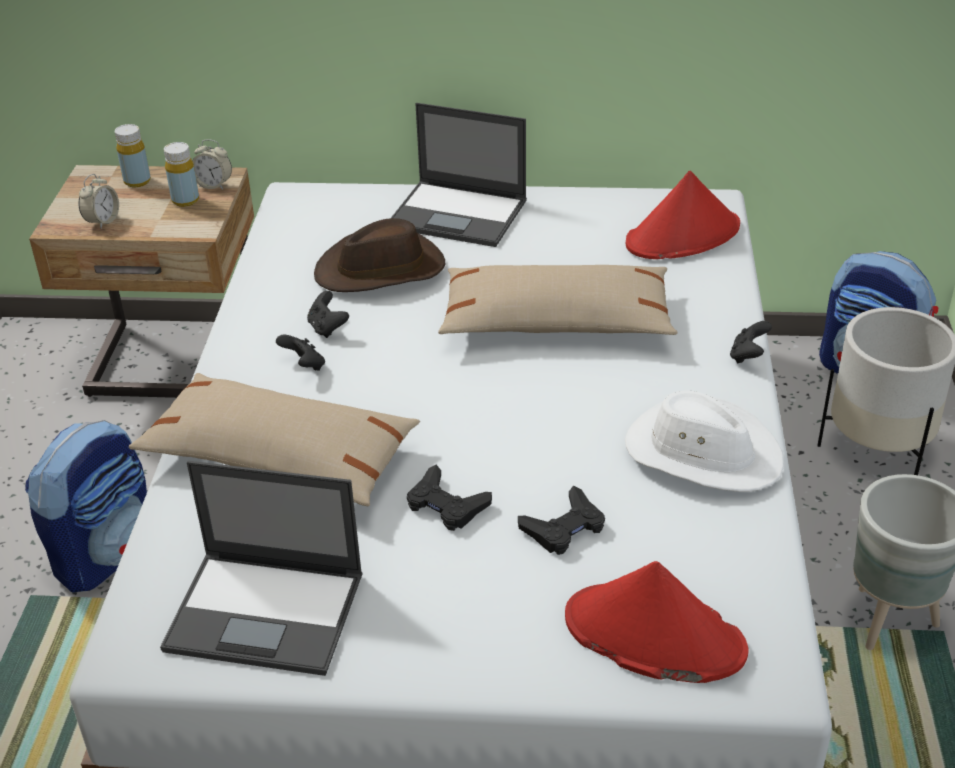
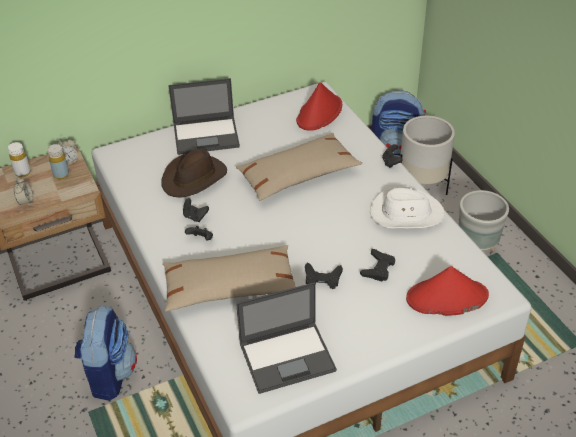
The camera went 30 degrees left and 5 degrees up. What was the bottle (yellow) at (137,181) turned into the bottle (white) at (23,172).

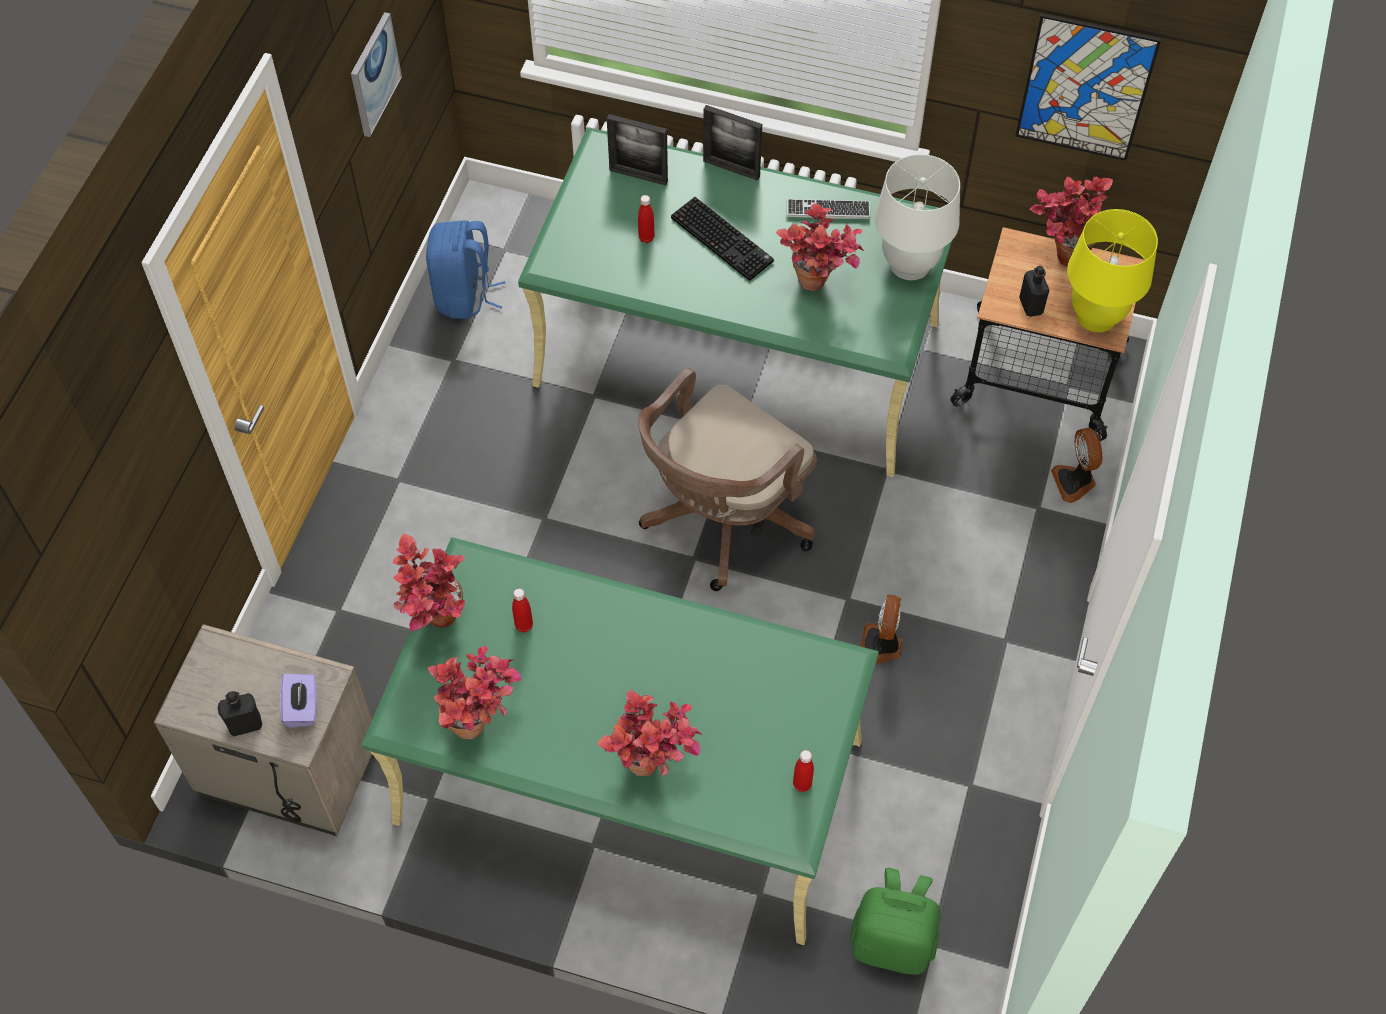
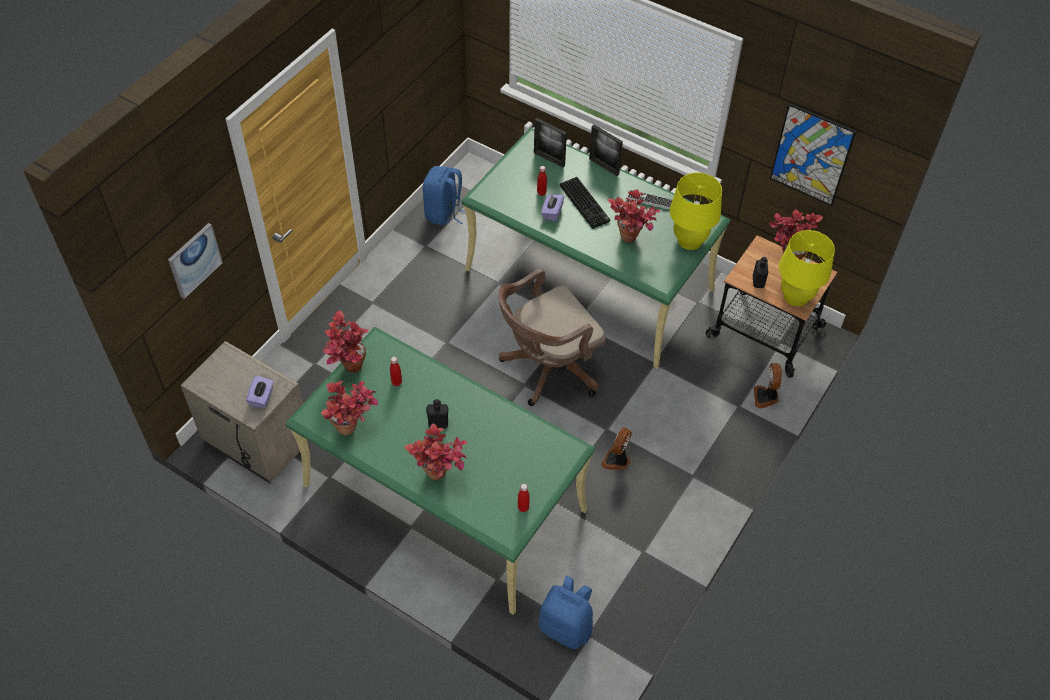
The camera went 15 degrees right and 5 degrees down. The picture ended up elsewhere, having gone from (374,74) to (194,260). What was the table lamp (white) at (910,264) turned into the table lamp (yellow) at (689,240). The bottle (black) ended up elsewhere, having gone from (245,725) to (438,424). What was the backpack (green) at (893,941) turned into the backpack (blue) at (566,627). The second view gained the tissue box (purple) at (552,213).

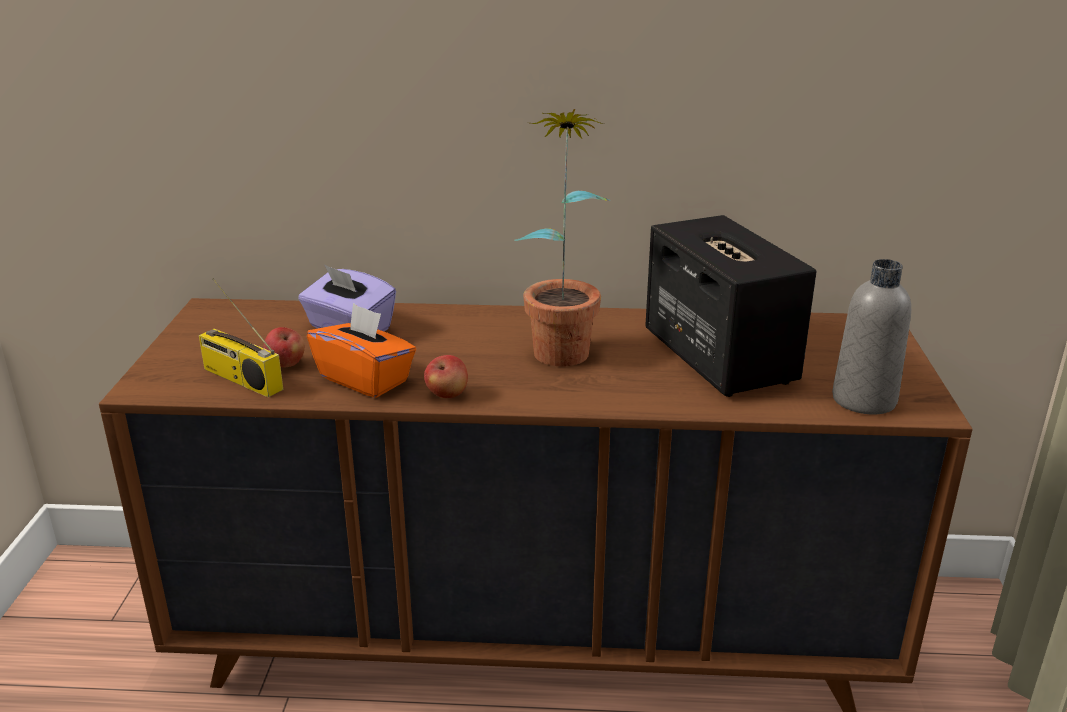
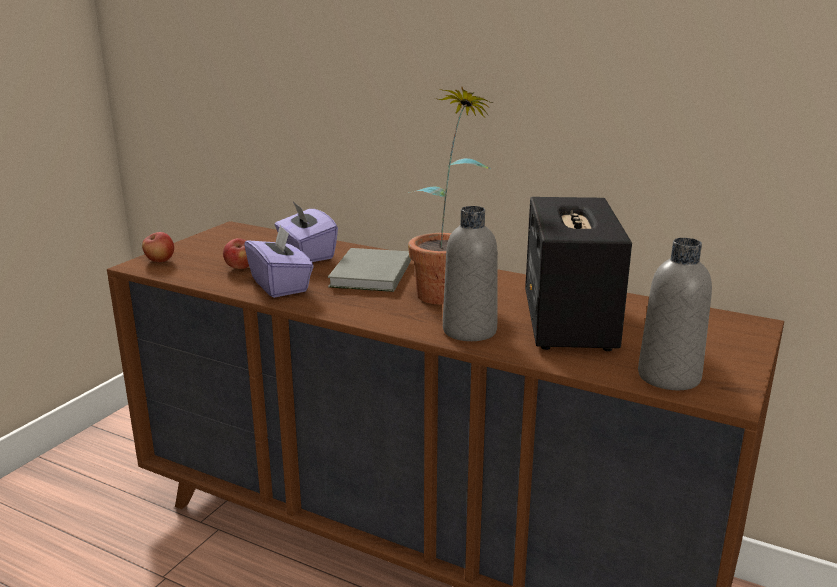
The camera went 25 degrees right and 5 degrees down. The second view lost the radio at (240,379). What was the tissue box (orange) at (365,379) turned into the tissue box (purple) at (280,285). The apple ended up elsewhere, having gone from (447,394) to (160,260). The second view gained the bottle (grey) at (469,331). The second view gained the book (grey) at (369,274).

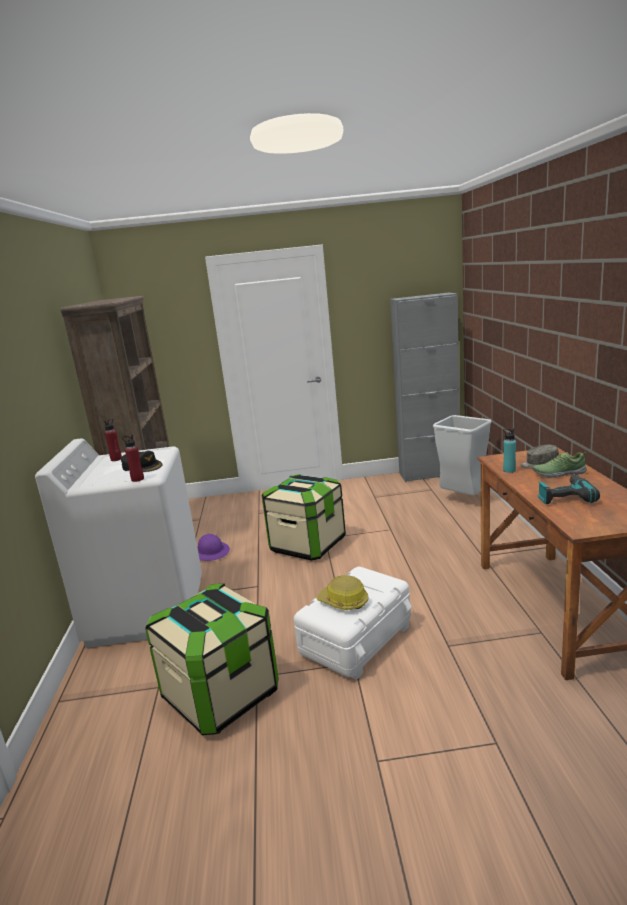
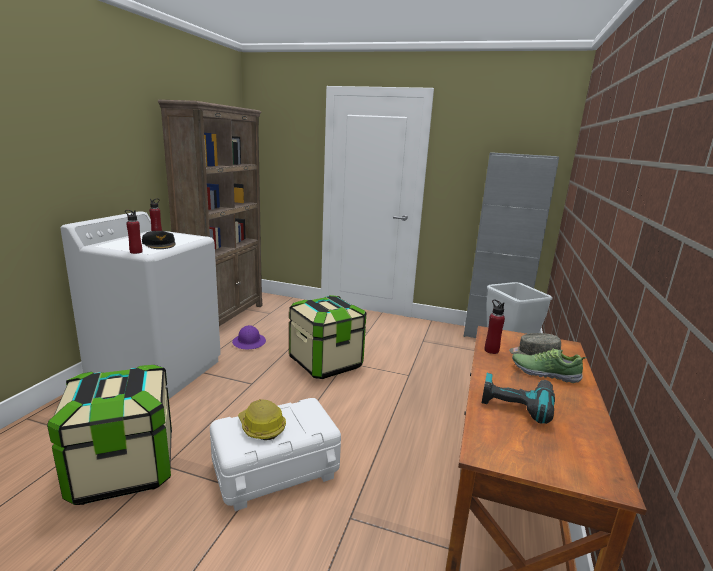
The camera went 20 degrees right and 0 degrees up. What was the bottle (turquoise) at (509,470) turned into the bottle (red) at (491,350).

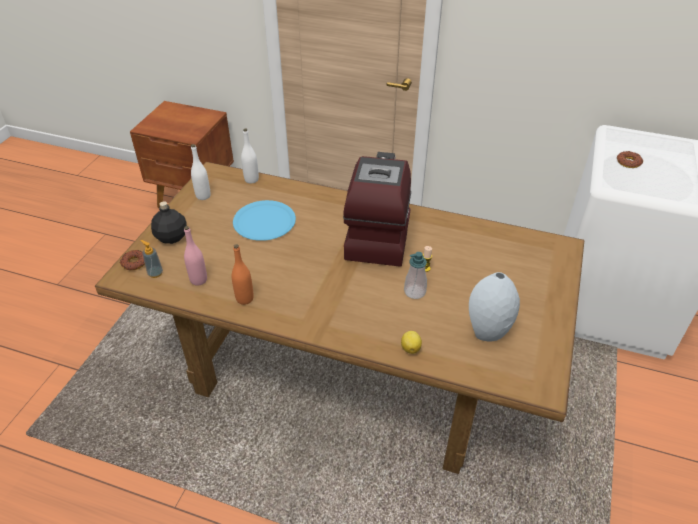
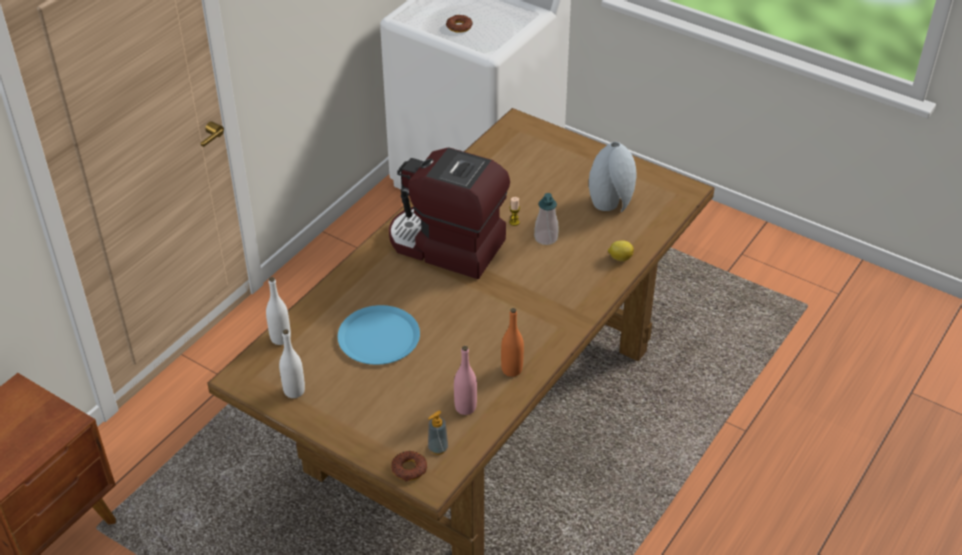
The camera went 75 degrees left and 0 degrees up. The second view lost the bottle (black) at (172,237).

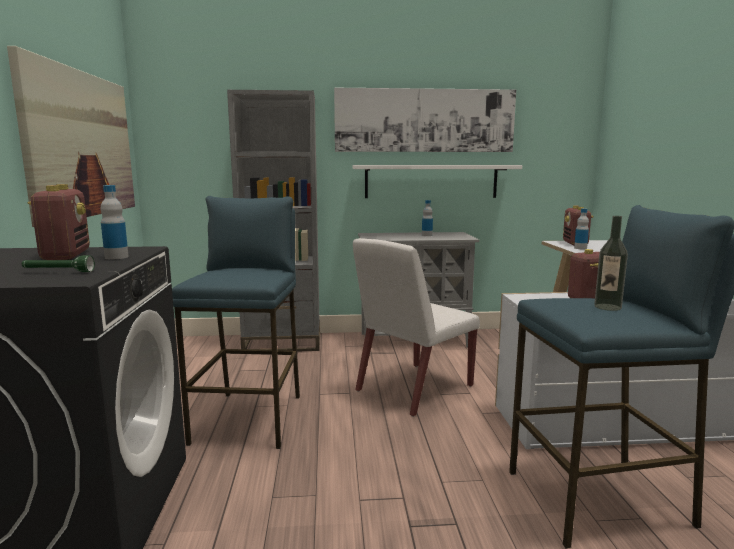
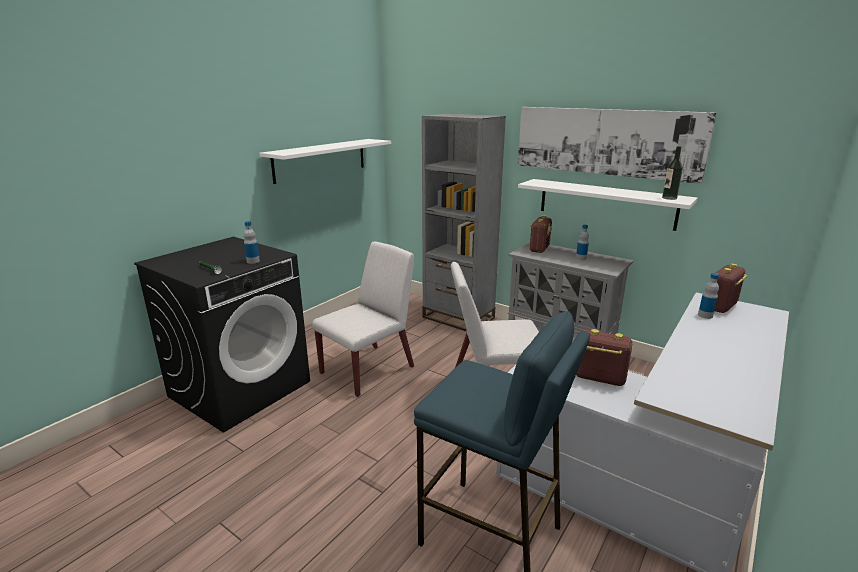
The camera went 40 degrees right and 10 degrees up. Where the picture hung at (82,144), the shelf (white) came to hang at (321,160). The radio ended up elsewhere, having gone from (66,256) to (539,249). Where the stool (blue) stood at (250,418), the chair (white) came to stand at (368,369). The bottle ended up elsewhere, having gone from (607,307) to (669,198).

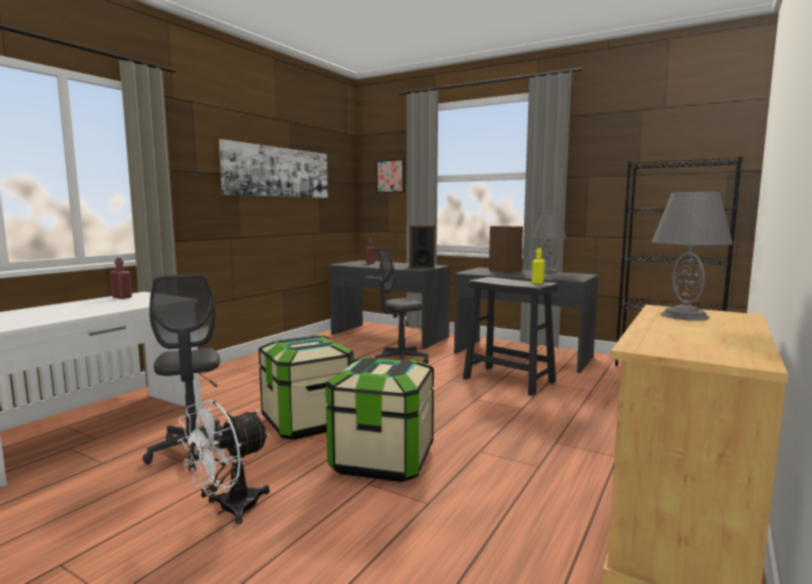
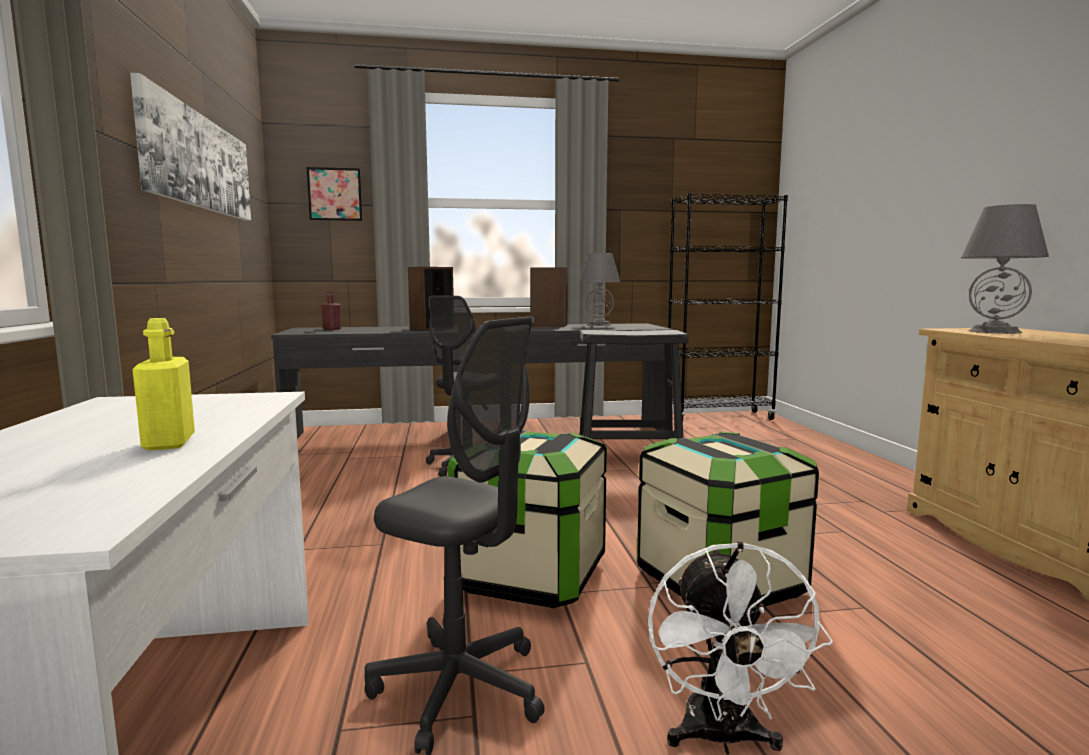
The camera went 40 degrees left and 0 degrees up. The bottle (yellow) ended up elsewhere, having gone from (537,283) to (169,443). The second view lost the bottle (red) at (122,297).

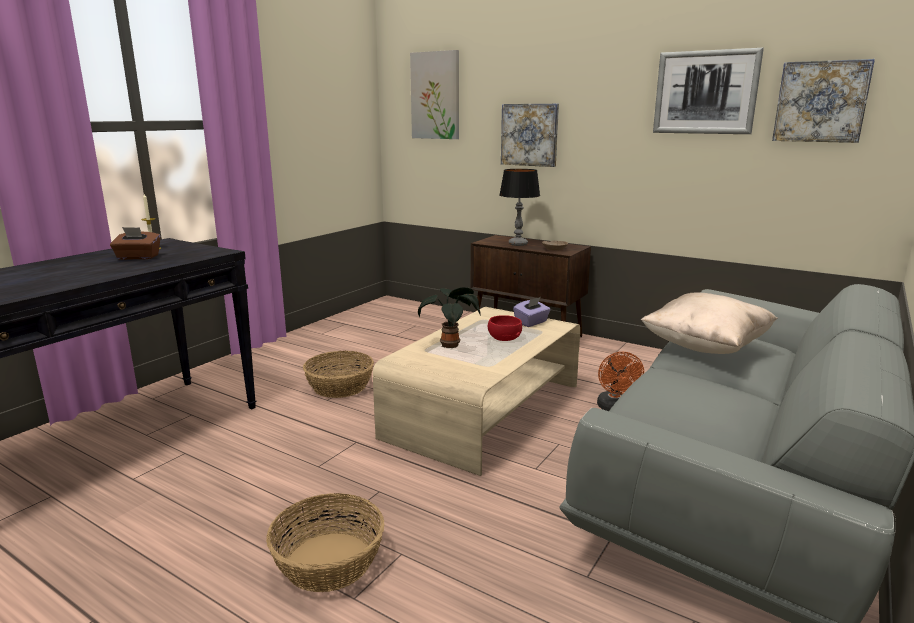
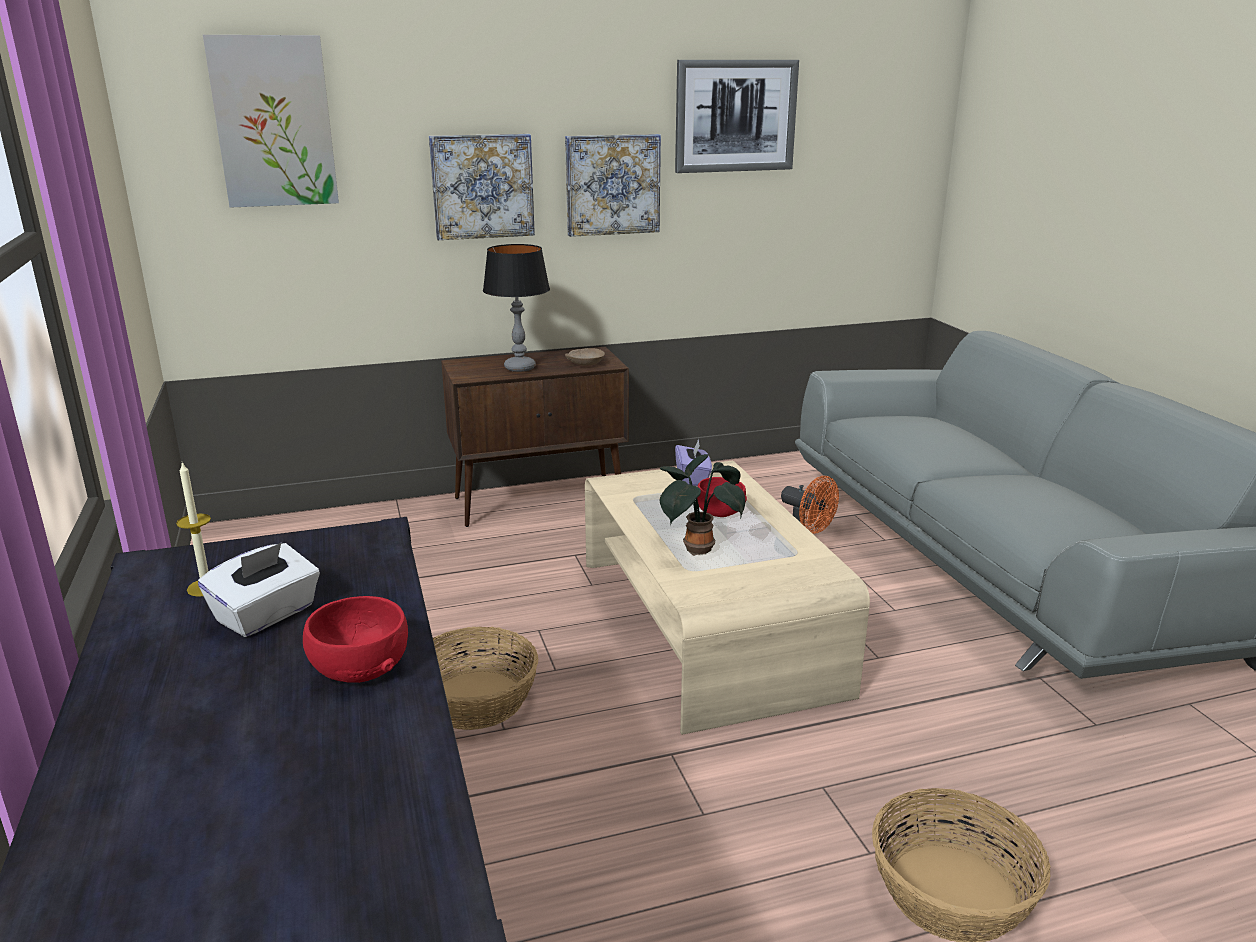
The camera went 50 degrees left and 5 degrees up. The picture ended up elsewhere, having gone from (821,102) to (612,184). What was the tissue box (brown) at (138,257) turned into the tissue box (white) at (267,615). The second view lost the pillow (beige) at (705,347). The second view gained the bowl (red) at (359,667).

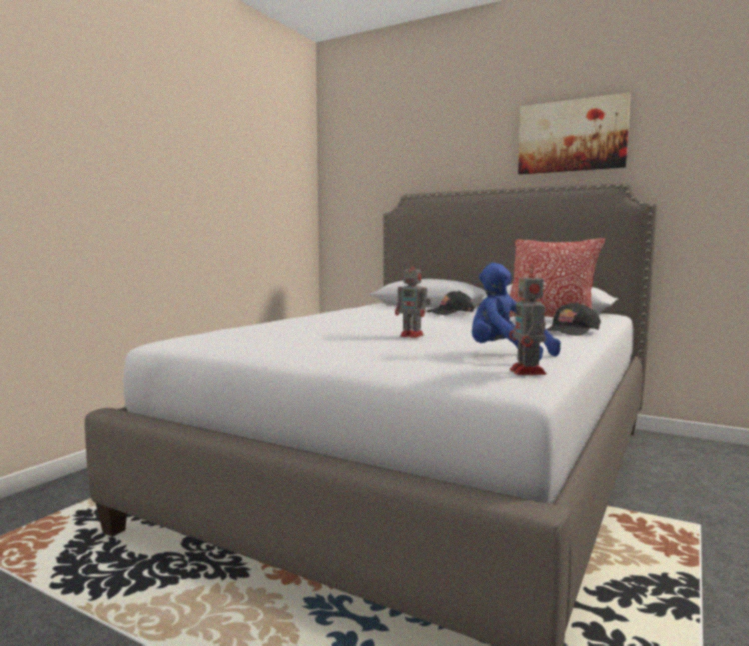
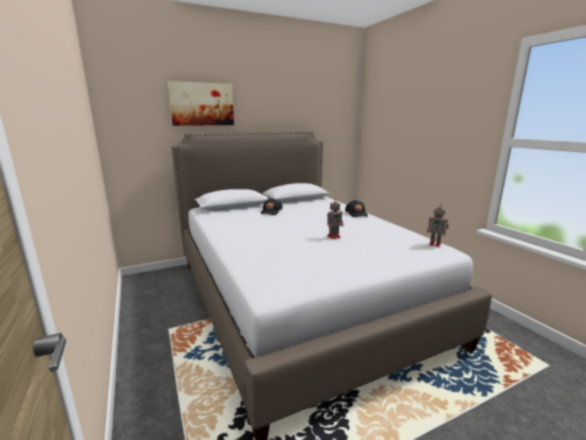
The camera went 55 degrees left and 10 degrees up. The picture ended up elsewhere, having gone from (572,136) to (202,104). The second view lost the pillow at (550,319). The second view lost the plush toy (blue) at (506,356).

